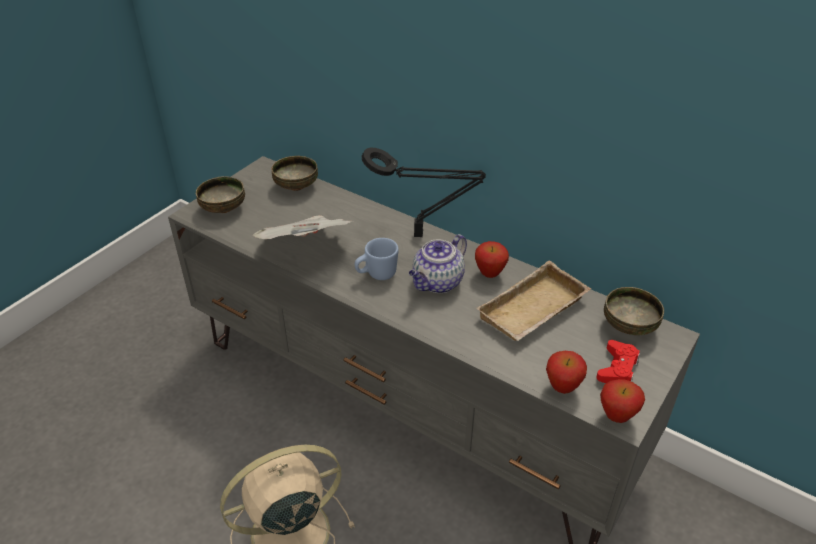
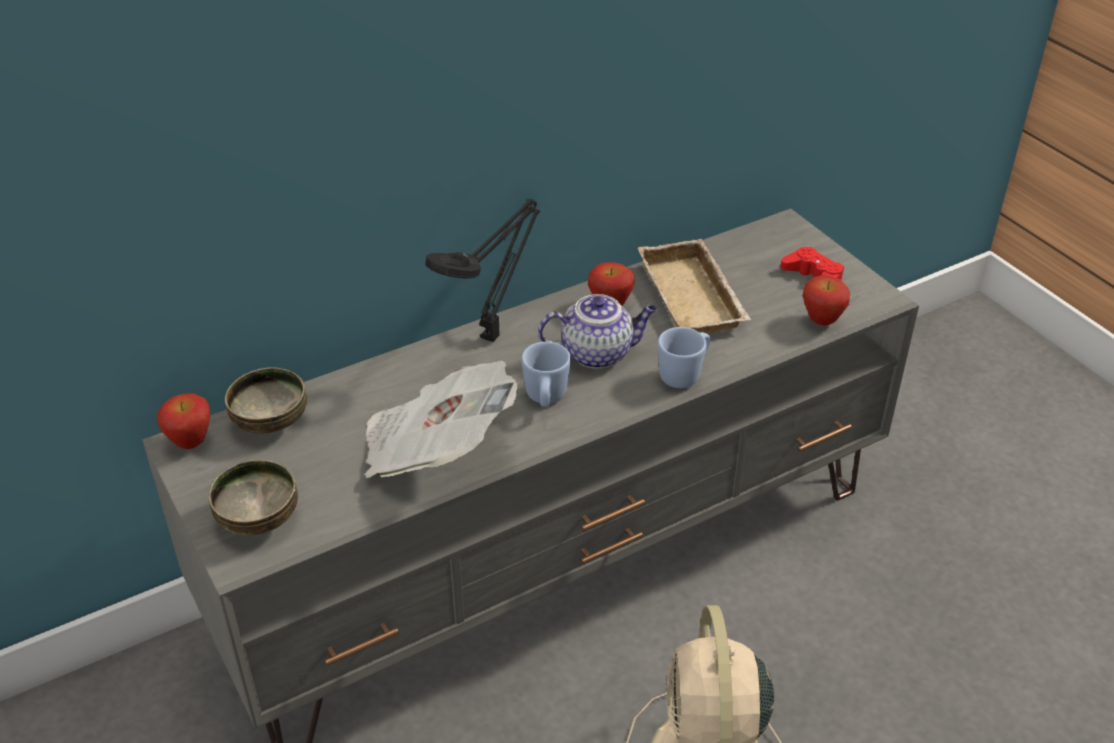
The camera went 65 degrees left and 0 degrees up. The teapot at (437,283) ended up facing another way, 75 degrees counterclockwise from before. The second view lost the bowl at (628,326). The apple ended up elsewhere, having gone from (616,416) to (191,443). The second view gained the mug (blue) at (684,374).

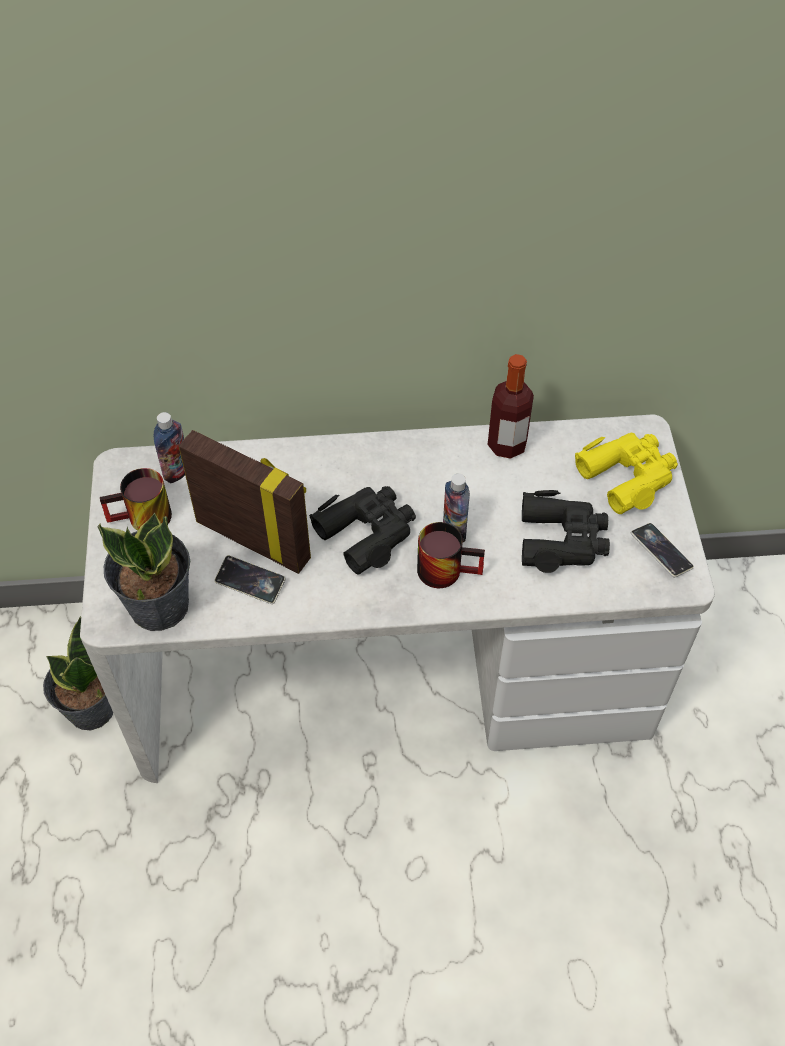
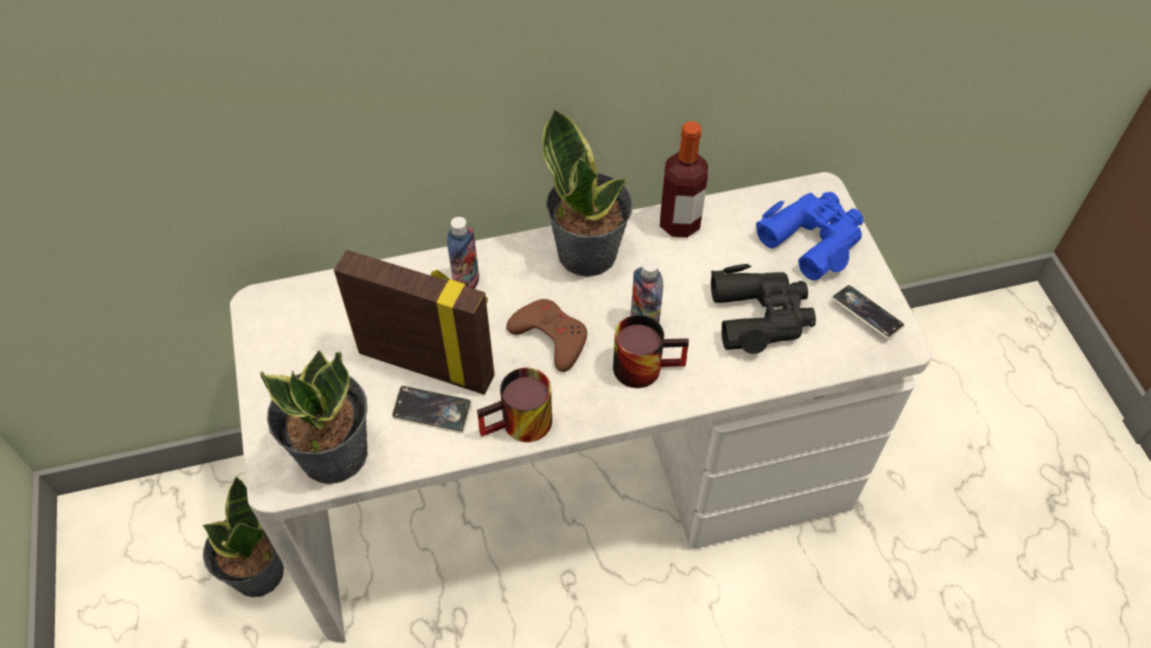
The camera went 10 degrees left and 0 degrees up. The bottle ended up elsewhere, having gone from (177,471) to (466,282). What was the binoculars (yellow) at (628,475) turned into the binoculars (blue) at (813,238). The mug ended up elsewhere, having gone from (143,520) to (520,427). Where the binoculars (black) stood at (367,531), the game controller (brown) came to stand at (550,337). The second view gained the potted plant at (588,252).

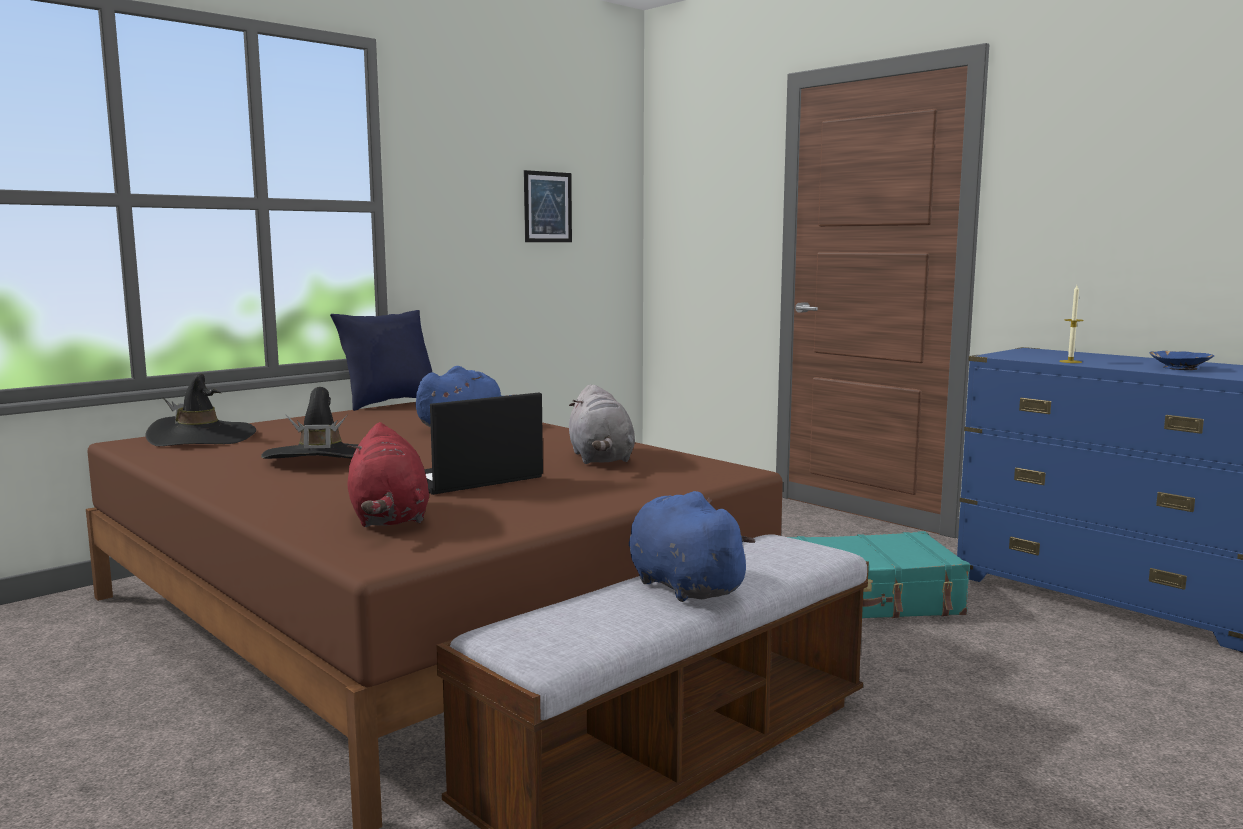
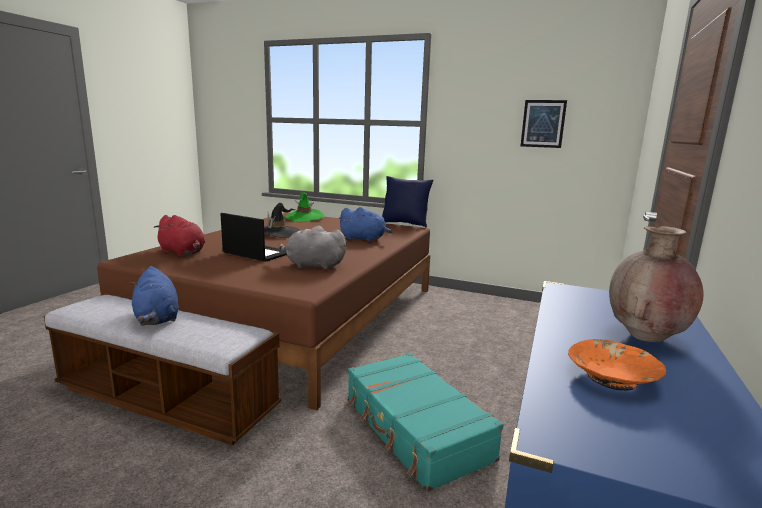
The camera went 65 degrees right and 5 degrees up. The second view lost the candle at (1070,362). What was the bowl (blue) at (1180,368) turned into the bowl (orange) at (613,378). What was the hat (black) at (202,438) turned into the hat (green) at (304,218). The plush toy (grey) at (601,459) ended up facing another way, 45 degrees clockwise from before. The plush toy (red) at (389,519) ended up facing another way, 105 degrees counterclockwise from before. The plush toy (blue) at (682,586) ended up facing another way, 120 degrees clockwise from before. The second view gained the vase (brown) at (645,337).

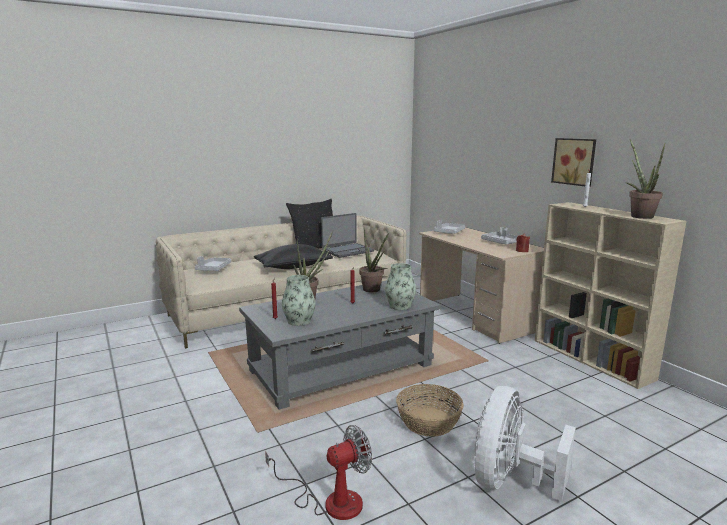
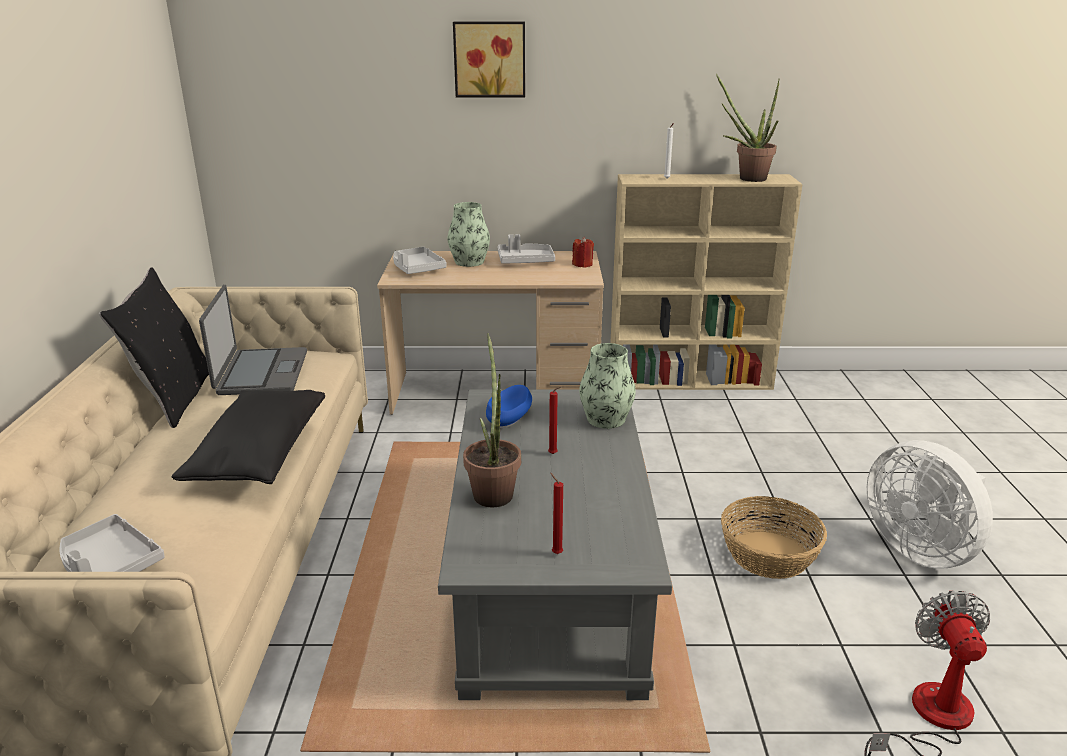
The camera went 60 degrees left and 10 degrees up. The picture ended up elsewhere, having gone from (575,161) to (489,59). Where the potted plant stood at (373,290), the bowl (blue) came to stand at (509,418). The vase ended up elsewhere, having gone from (299,321) to (469,262).

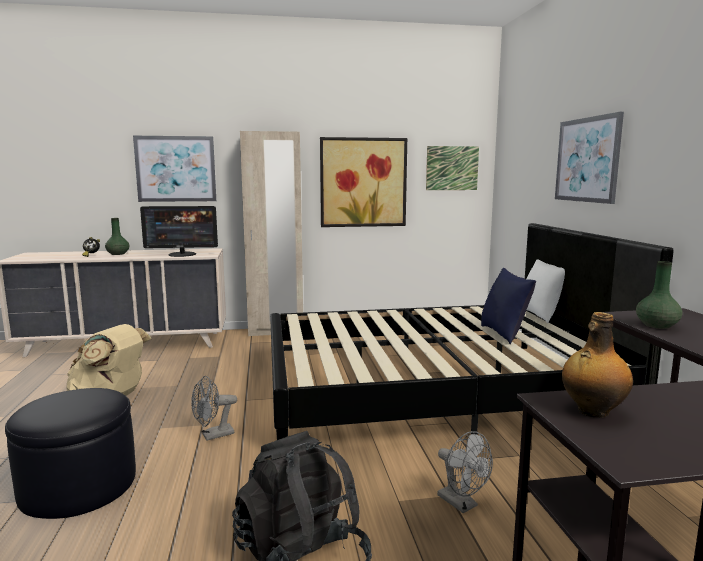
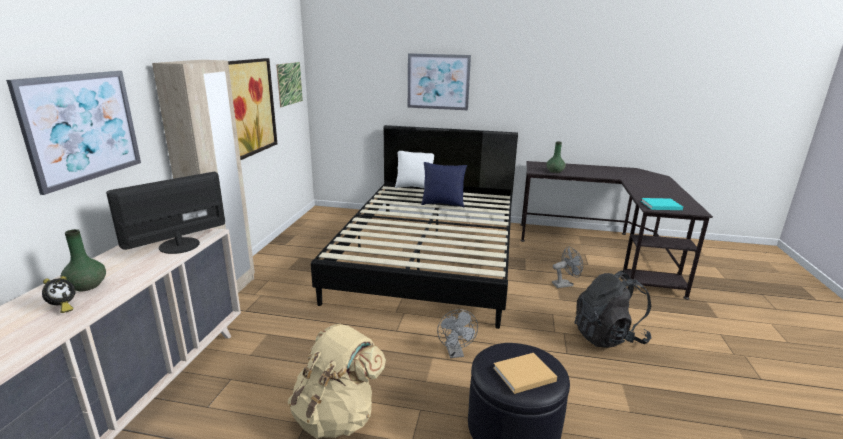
The camera went 70 degrees left and 10 degrees up. The monitor at (182,254) ended up facing another way, 150 degrees counterclockwise from before. Where the bottle stood at (592,411), the book (turquoise) came to stand at (660,205). The second view gained the book (beige) at (522,375).

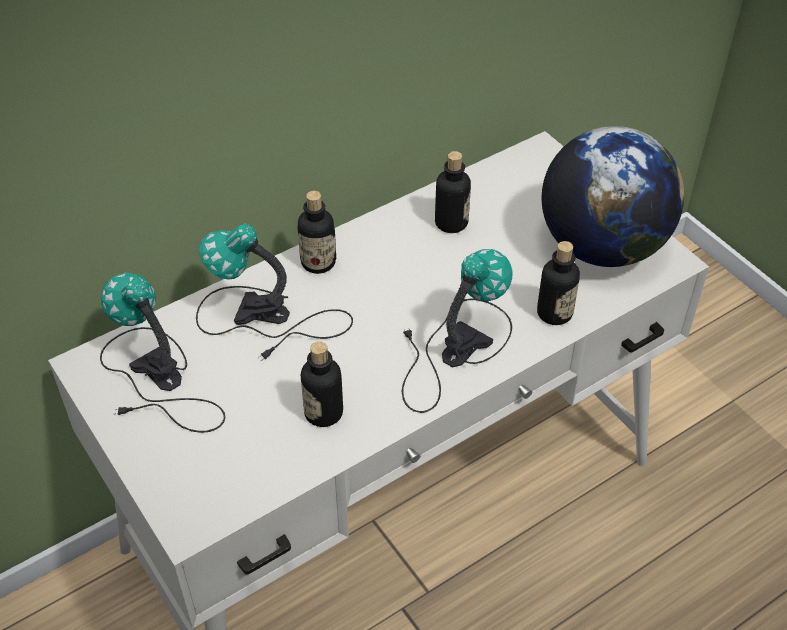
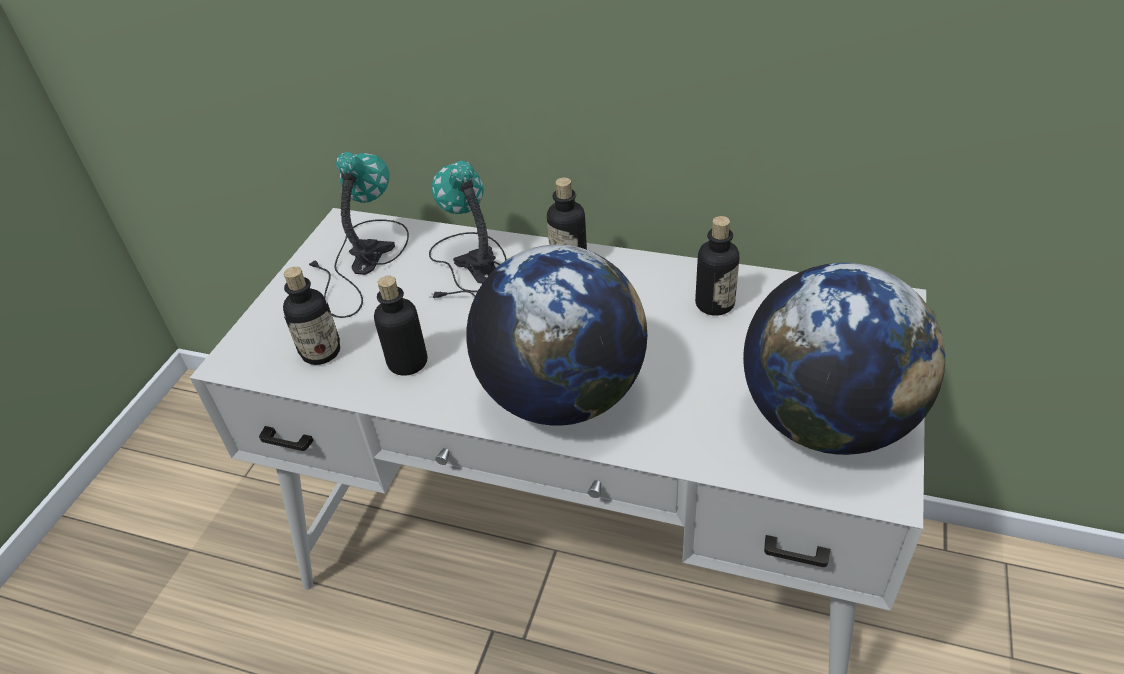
The camera went 55 degrees right and 5 degrees down. The bottle ended up elsewhere, having gone from (554,313) to (321,352). Where the table lamp stood at (453,348), the globe came to stand at (562,395).

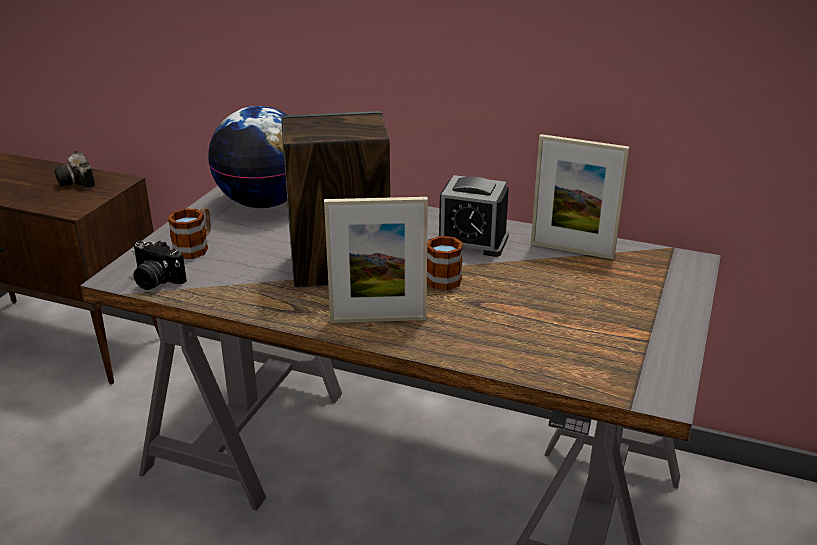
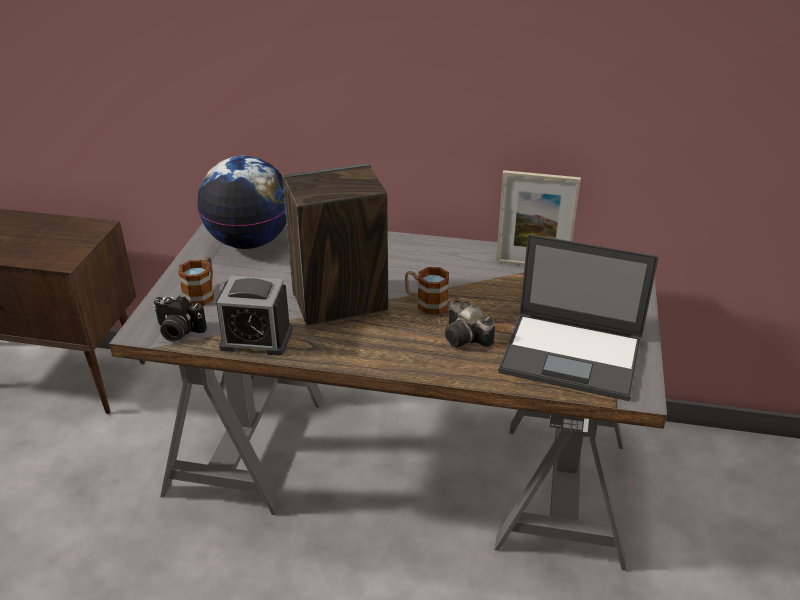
The camera went 10 degrees left and 5 degrees up. The photo camera ended up elsewhere, having gone from (78,182) to (467,338). The alarm clock ended up elsewhere, having gone from (472,241) to (256,338). The second view lost the picture frame at (378,319). The second view gained the laptop at (573,355).

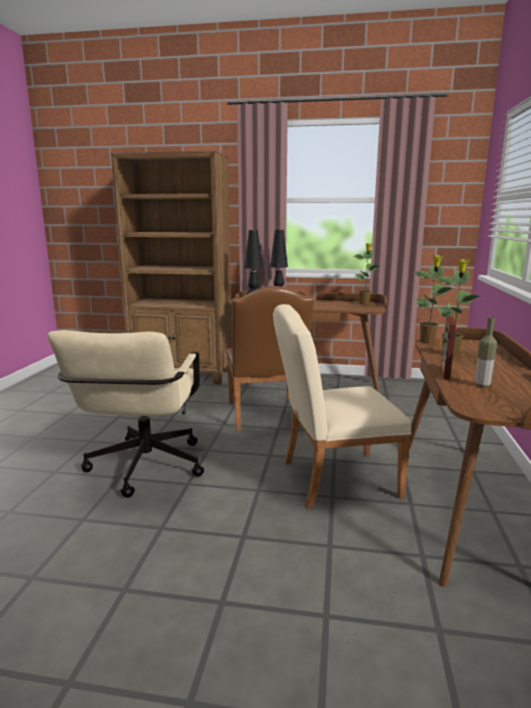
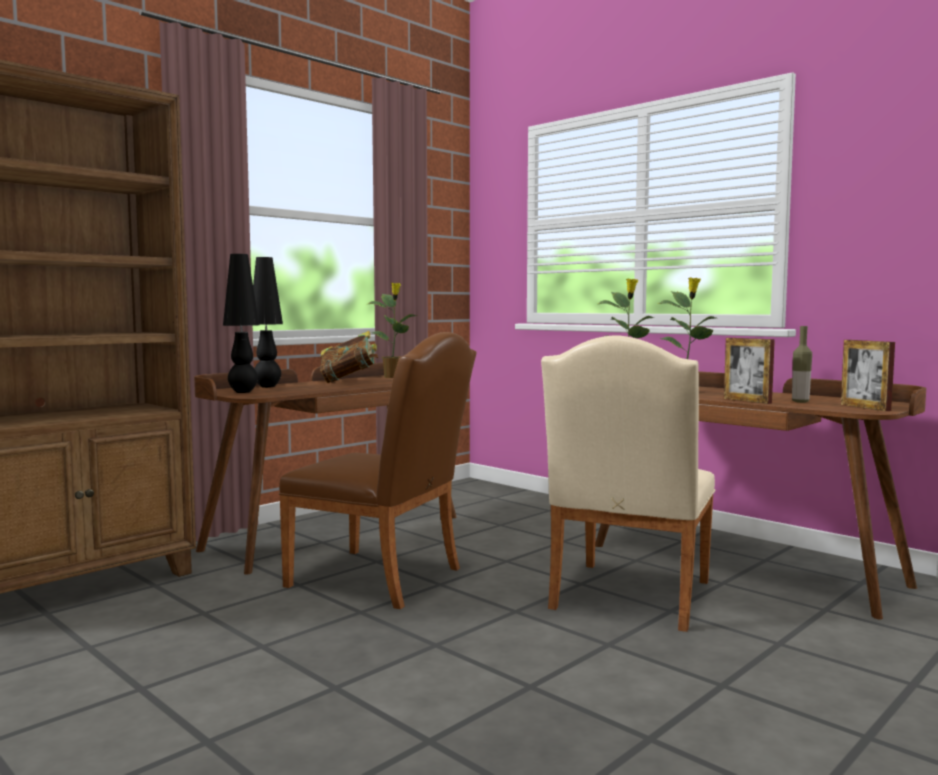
The camera went 55 degrees left and 10 degrees down. The second view lost the office chair (beige) at (143,470). The second view gained the book at (349,381). The second view gained the picture frame at (865,407).

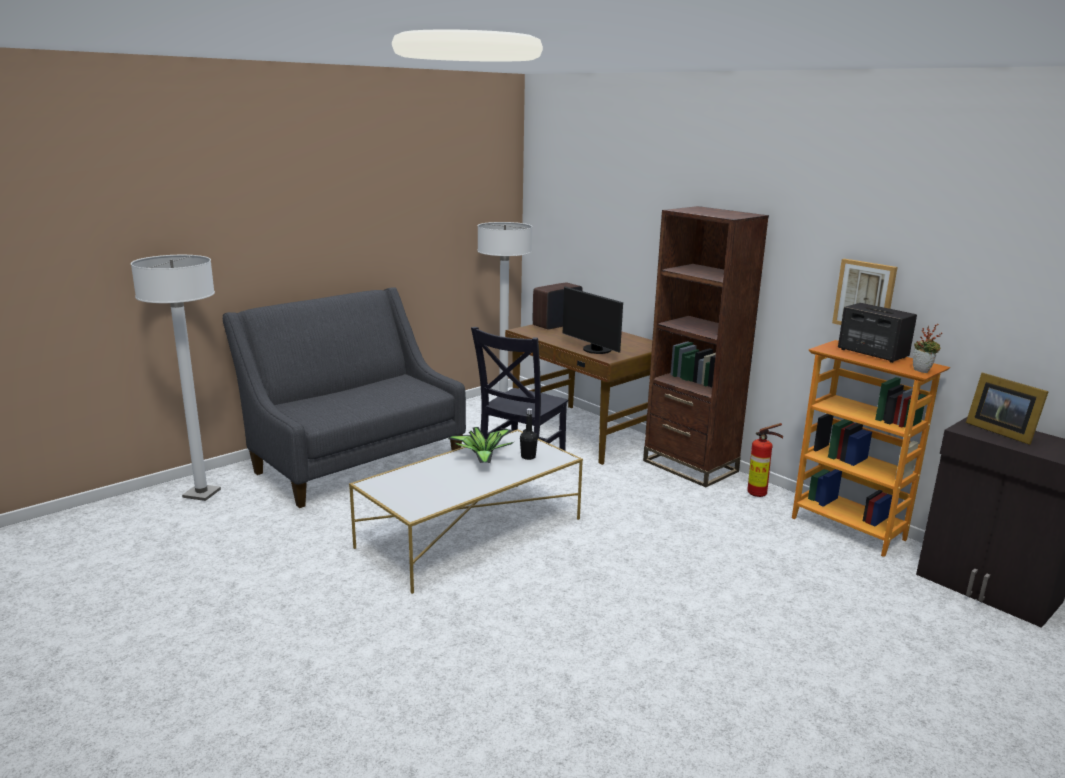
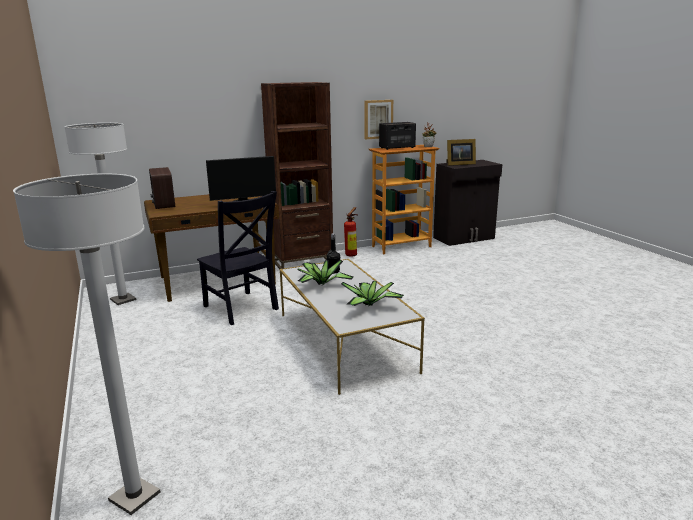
The camera went 70 degrees left and 0 degrees up. The second view lost the sofa (grey) at (354,460). The second view gained the potted plant at (370,305).

